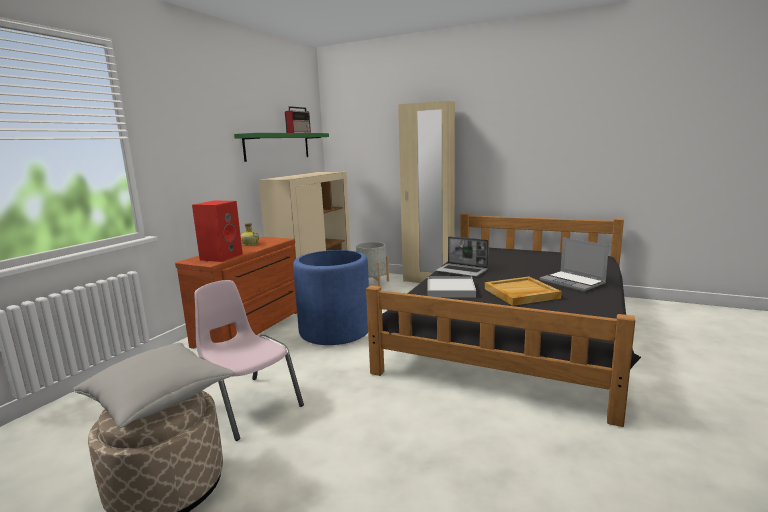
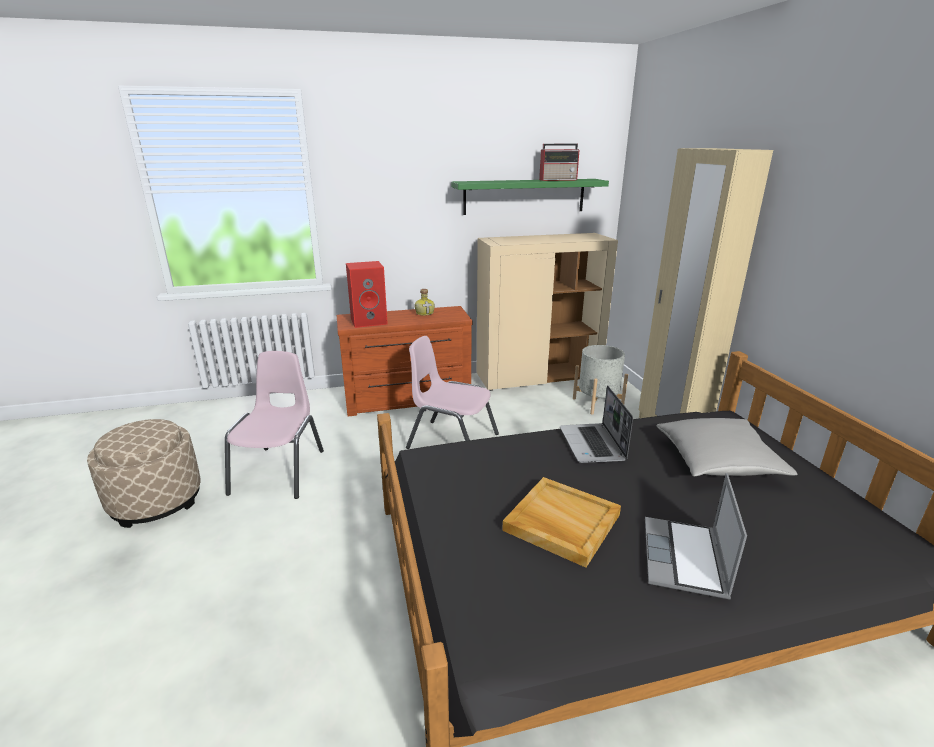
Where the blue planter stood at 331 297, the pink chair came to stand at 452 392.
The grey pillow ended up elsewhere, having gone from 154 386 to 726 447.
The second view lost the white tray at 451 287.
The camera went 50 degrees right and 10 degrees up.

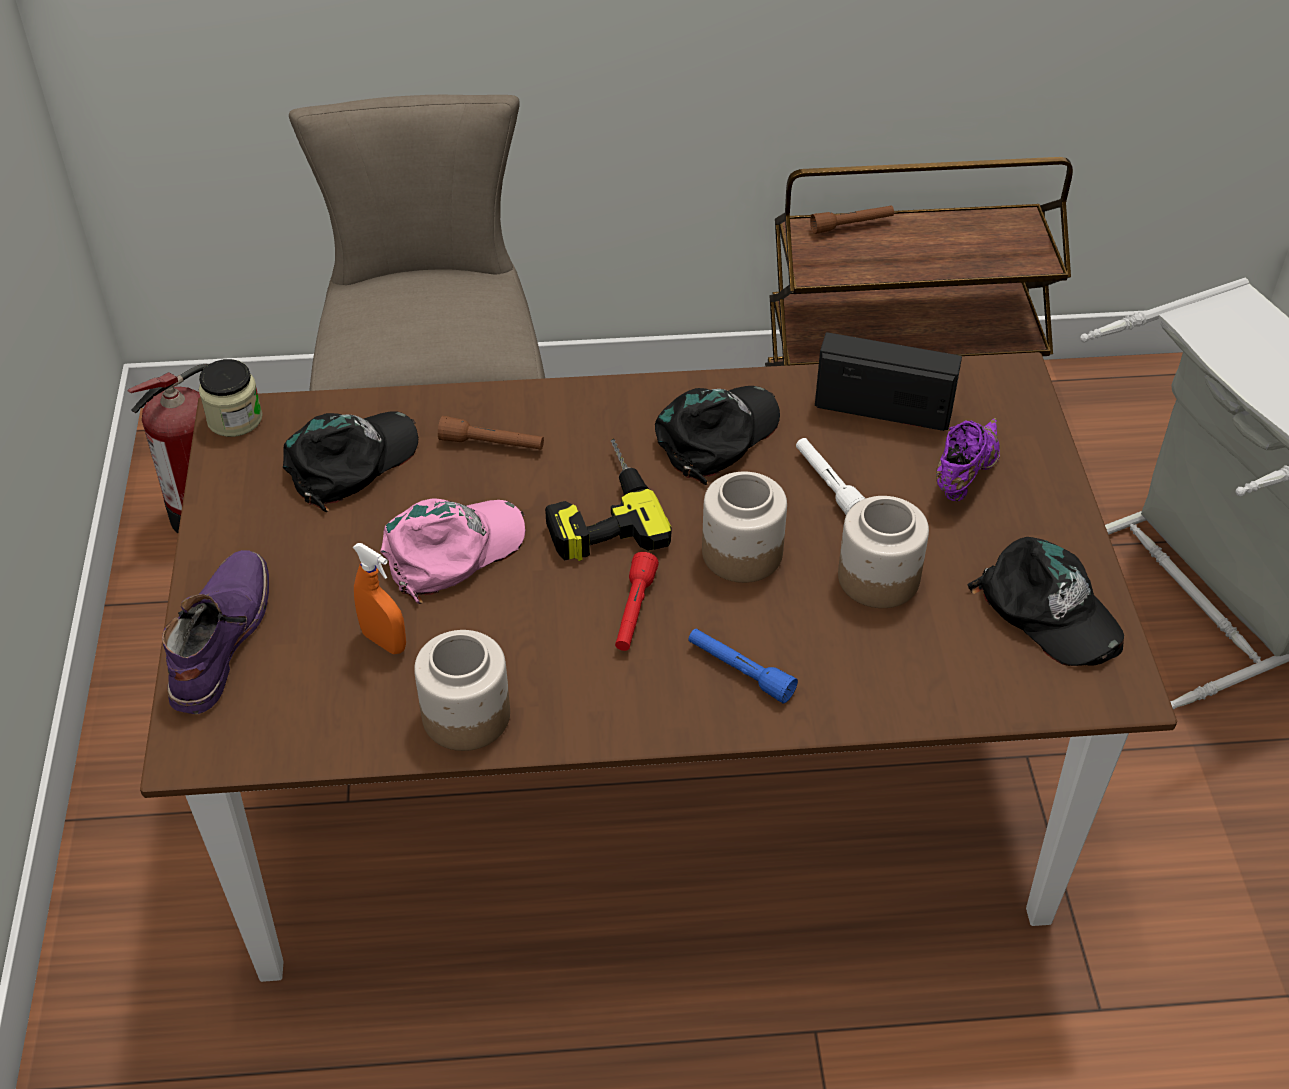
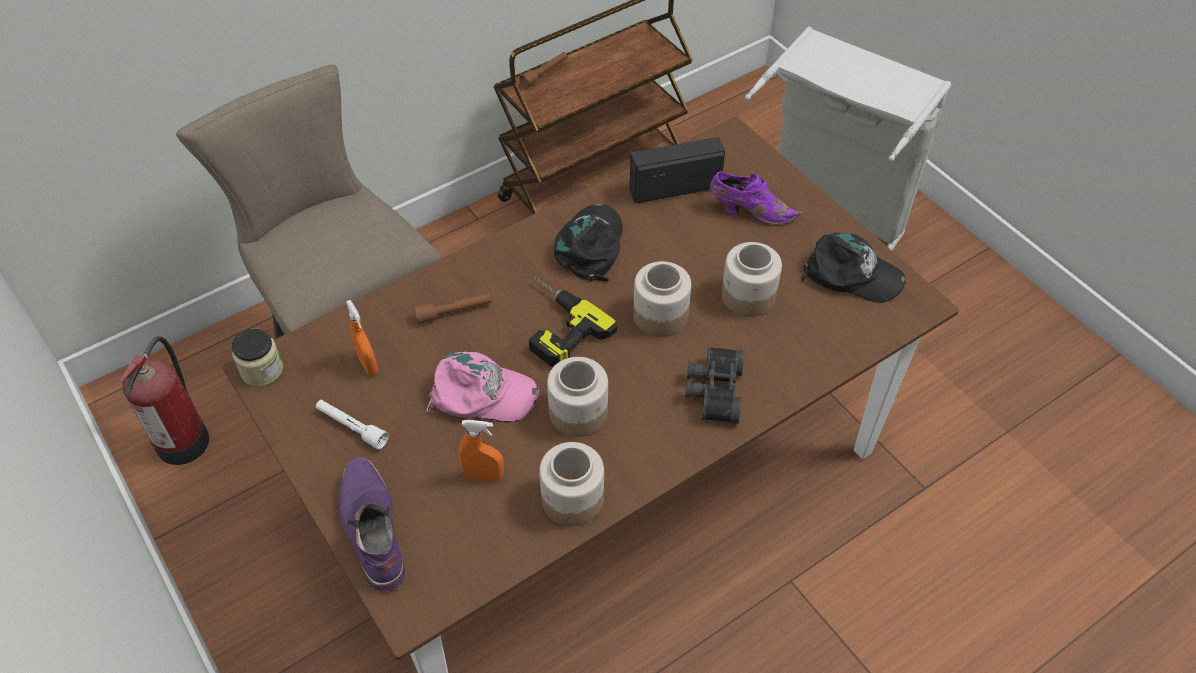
The white flashlight ended up elsewhere, having gone from 831 476 to 352 425.
Where the black cap stood at 351 461, the orange spray bottle came to stand at 362 338.
The pink cap at 453 551 ended up facing another way, 75 degrees clockwise from before.
The second view gained the jar at 577 397.
Where the blue flashlight stood at 743 665, the black binoculars came to stand at 714 385.
The purple shoe at 968 459 ended up facing another way, 105 degrees clockwise from before.
The second view lost the red flashlight at 637 601.
The camera went 30 degrees left and 5 degrees up.

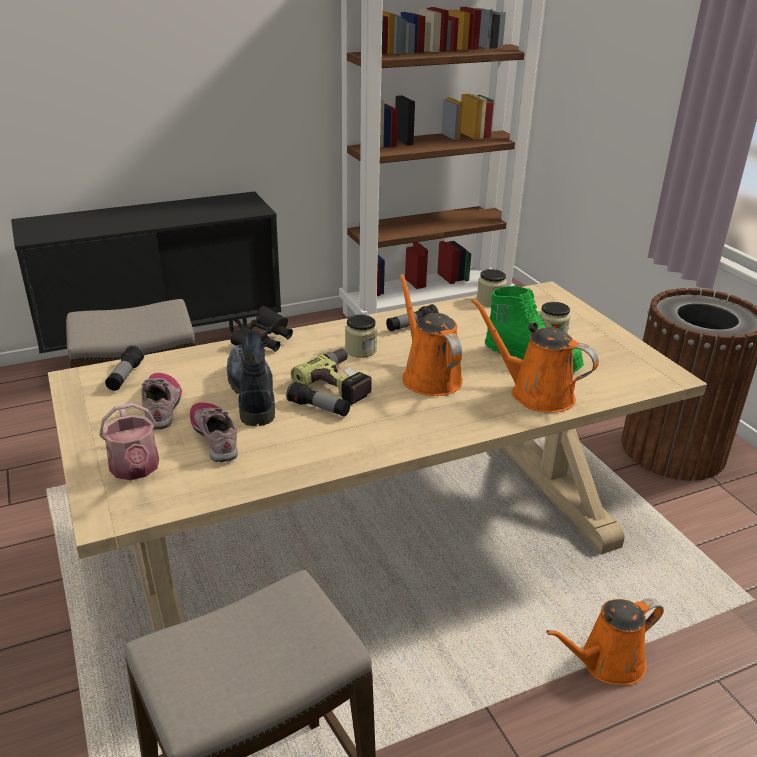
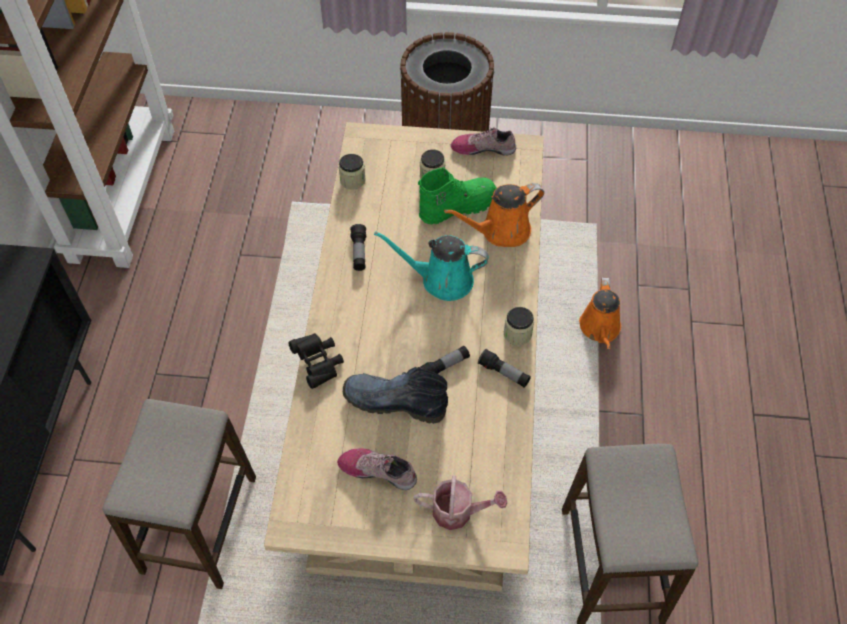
What was the orange watering can at 431 335 turned into the turquoise watering can at 431 266.
The shoe ended up elsewhere, having gone from 214 432 to 483 141.
The flashlight ended up elsewhere, having gone from 124 368 to 504 368.
The jar ended up elsewhere, having gone from 361 336 to 519 326.
The second view lost the power drill at 331 376.
The camera went 60 degrees left and 25 degrees up.

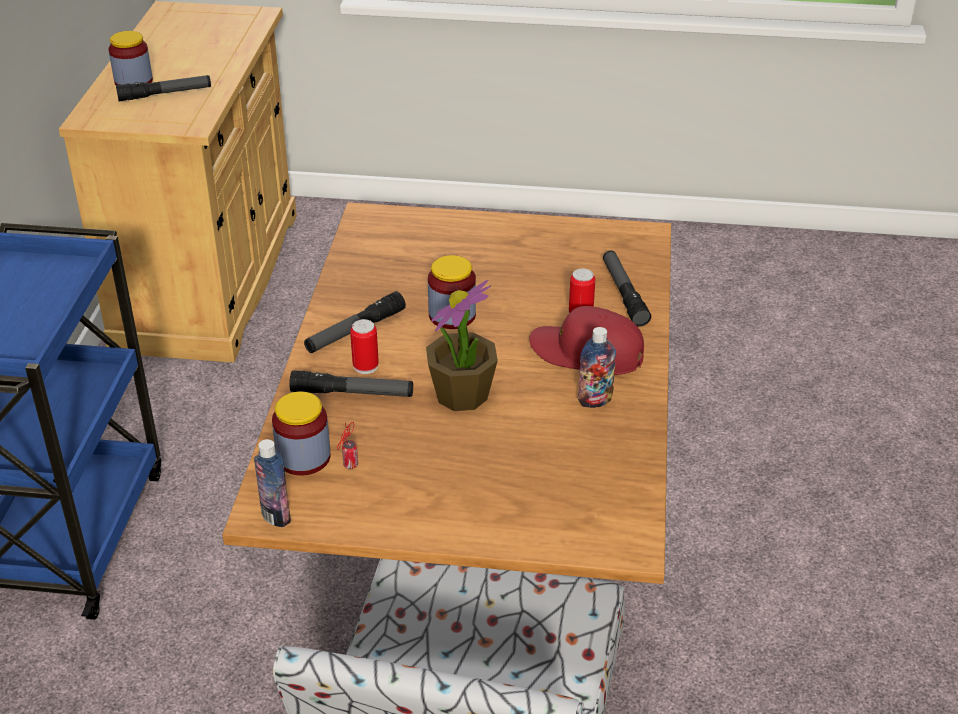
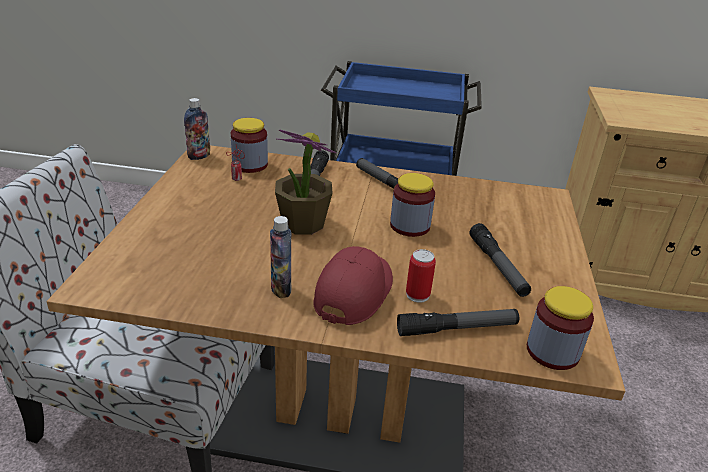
The flashlight ended up elsewhere, having gone from 163 88 to 500 260.
The jar ended up elsewhere, having gone from 130 58 to 560 328.
The second view lost the can at 364 346.
The camera went 90 degrees right and 5 degrees down.

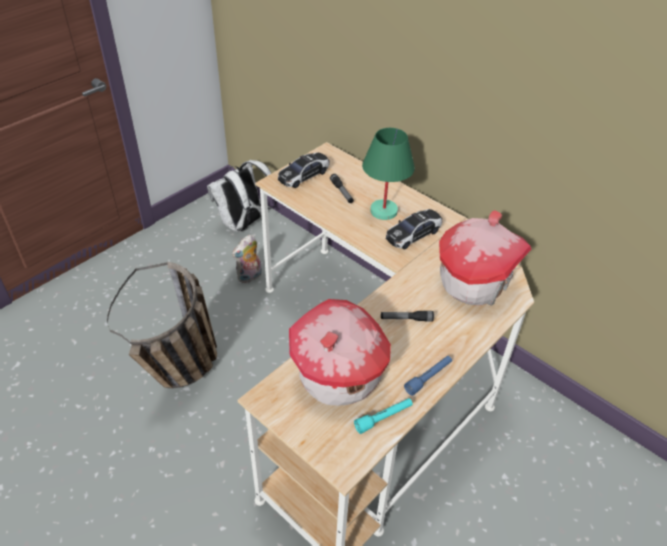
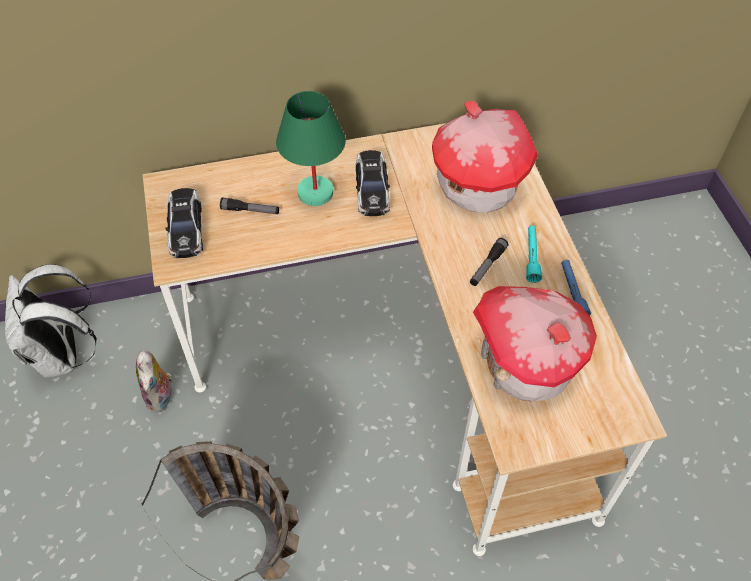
The turquoise flashlight ended up elsewhere, having gone from 383 416 to 534 254.
The camera went 55 degrees left and 10 degrees up.

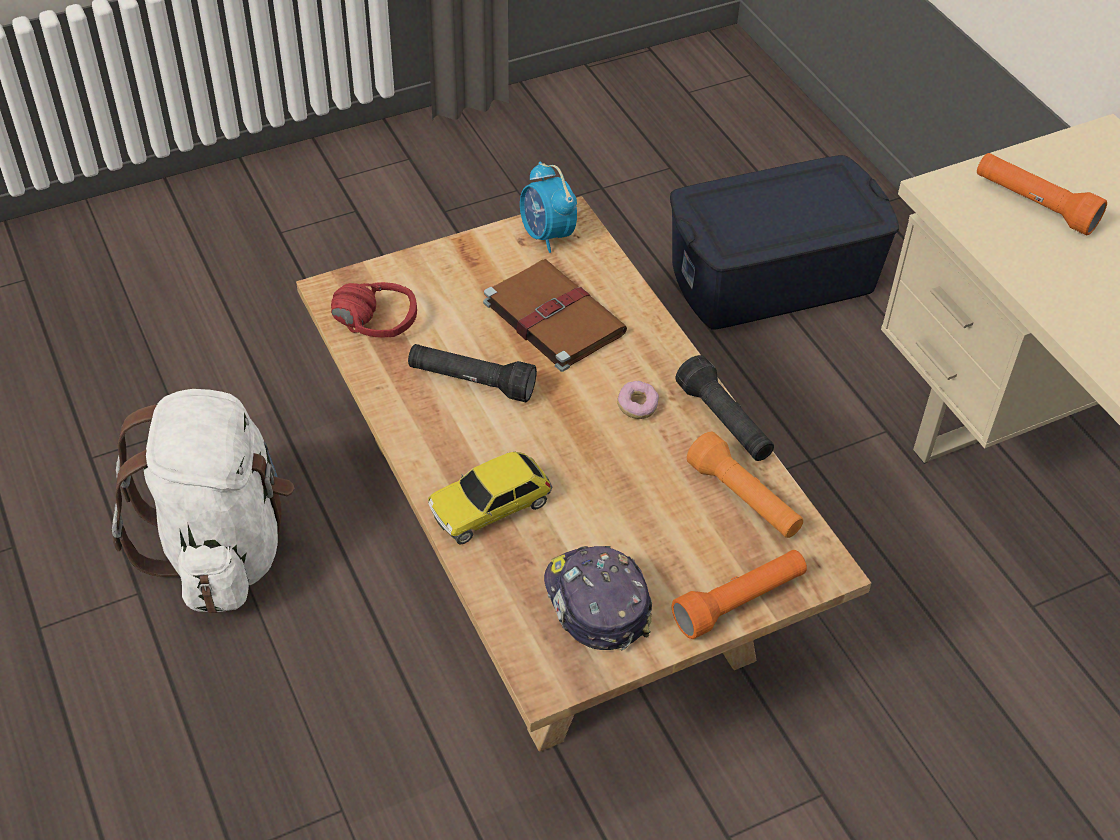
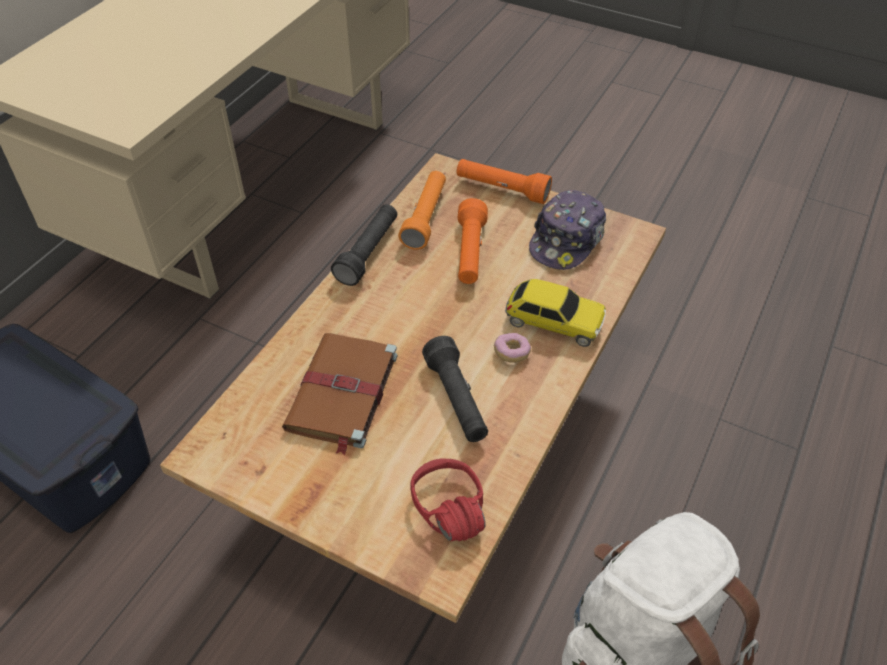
The orange flashlight ended up elsewhere, having gone from 1042 194 to 473 241.
The donut ended up elsewhere, having gone from 638 400 to 512 348.
The second view lost the alarm clock at 548 207.
The camera went 125 degrees left and 0 degrees up.

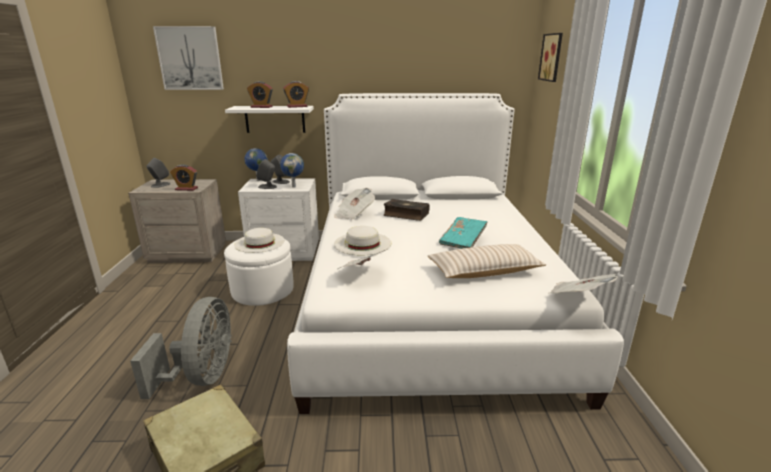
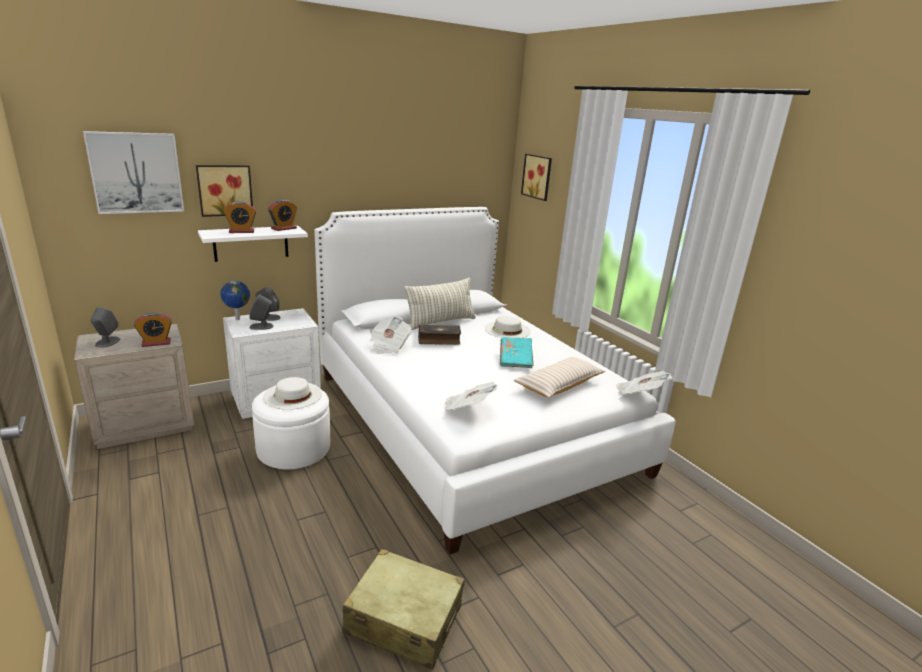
The second view gained the picture at 224 191.
The second view gained the pillow at 440 304.
The white hat ended up elsewhere, having gone from 362 241 to 507 327.
The second view lost the grey fan at 181 348.
The second view lost the globe at 292 170.
The camera went 30 degrees left and 0 degrees up.

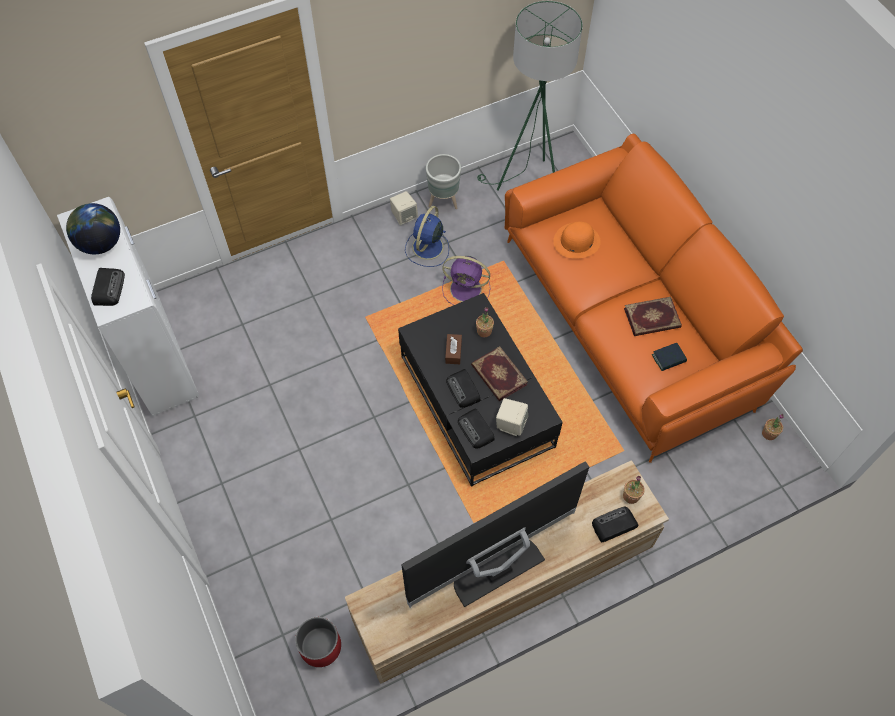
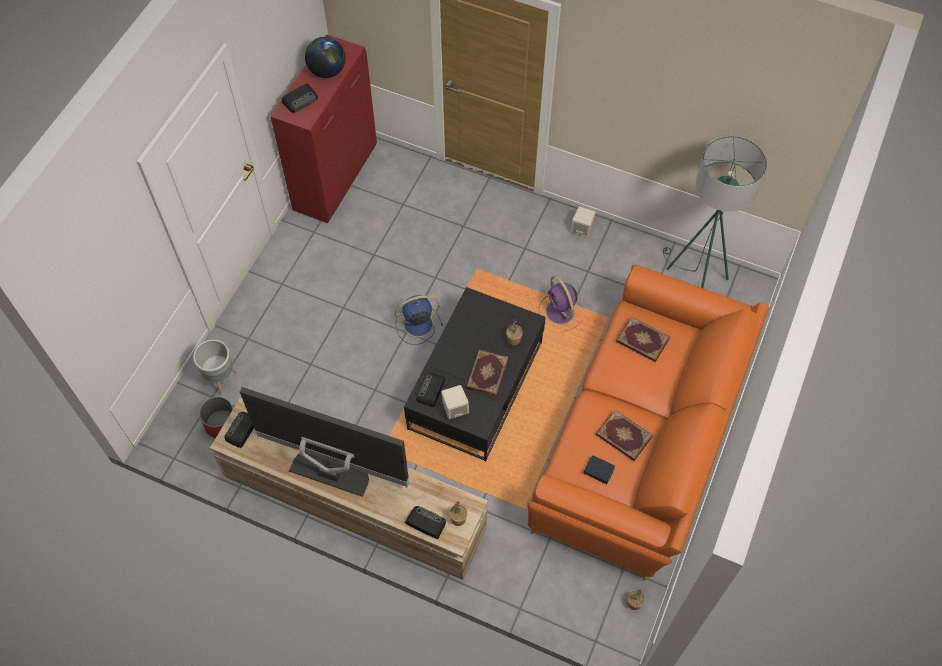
The grey planter ended up elsewhere, having gone from 443 181 to 215 367.
The radio ended up elsewhere, having gone from 463 388 to 239 430.
What was the white cabinet at 128 306 turned into the red cabinet at 323 128.
The blue fan ended up elsewhere, having gone from 427 236 to 419 320.
Where the orange hat stood at 577 240, the book came to stand at 643 339.
The second view lost the brown tissue box at 453 349.
The camera went 50 degrees right and 0 degrees up.

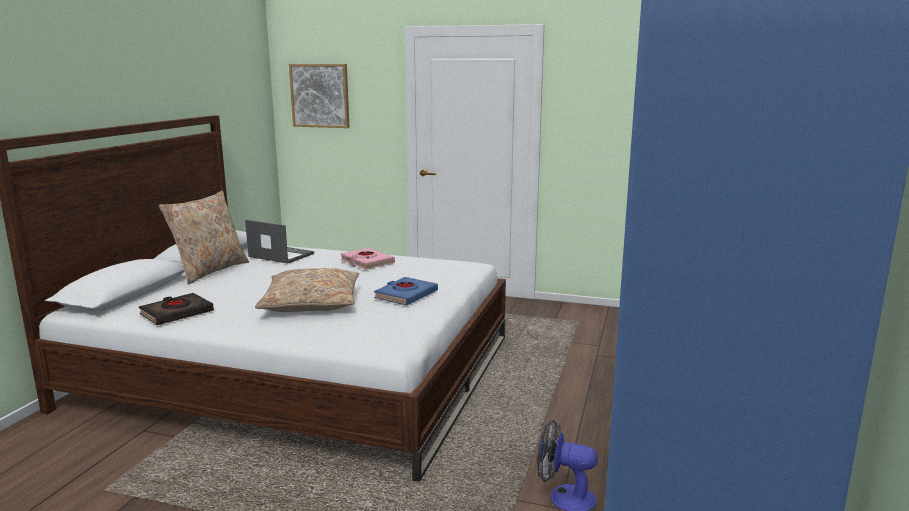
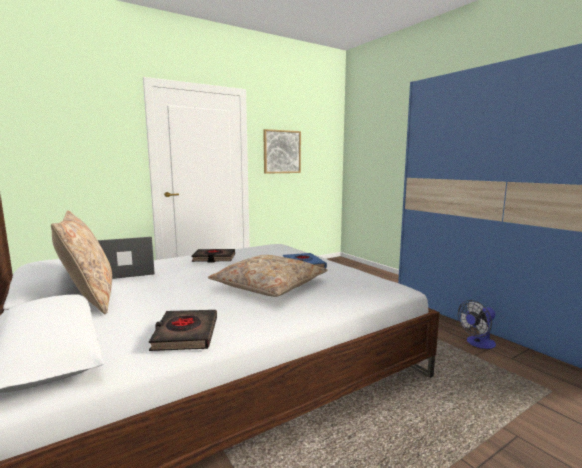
What was the pink book at 367 259 turned into the black book at 213 255.
The picture ended up elsewhere, having gone from 319 96 to 282 151.
The camera went 50 degrees left and 5 degrees down.

